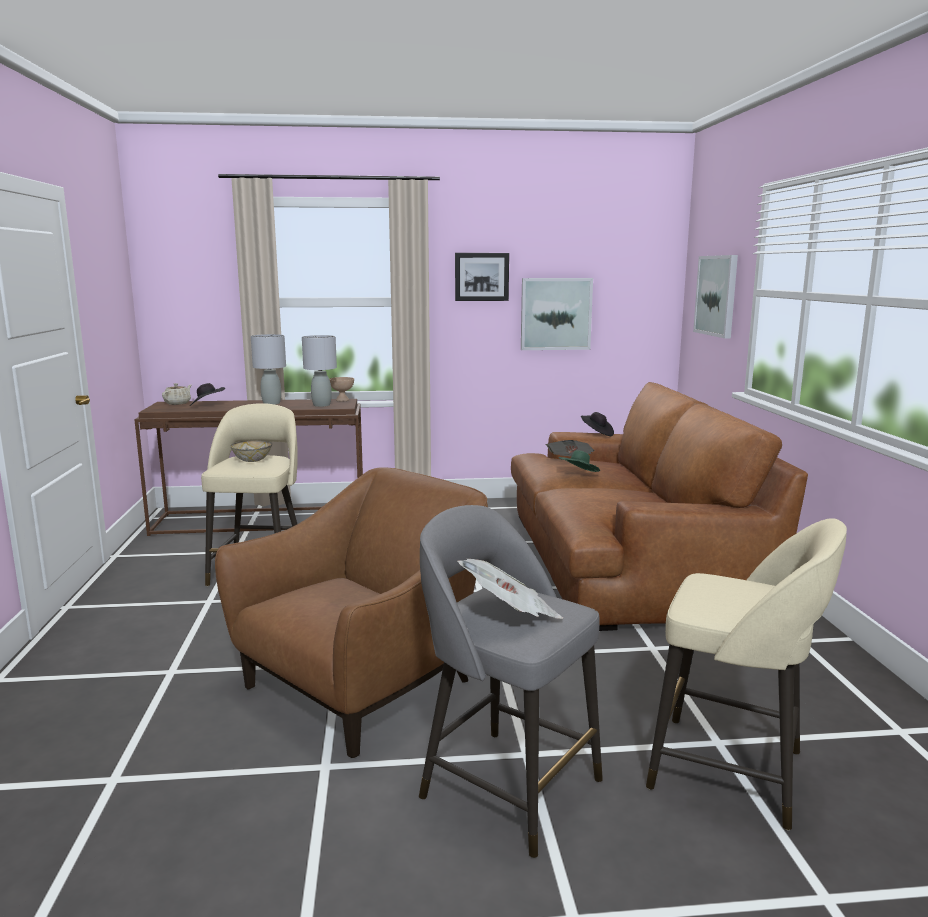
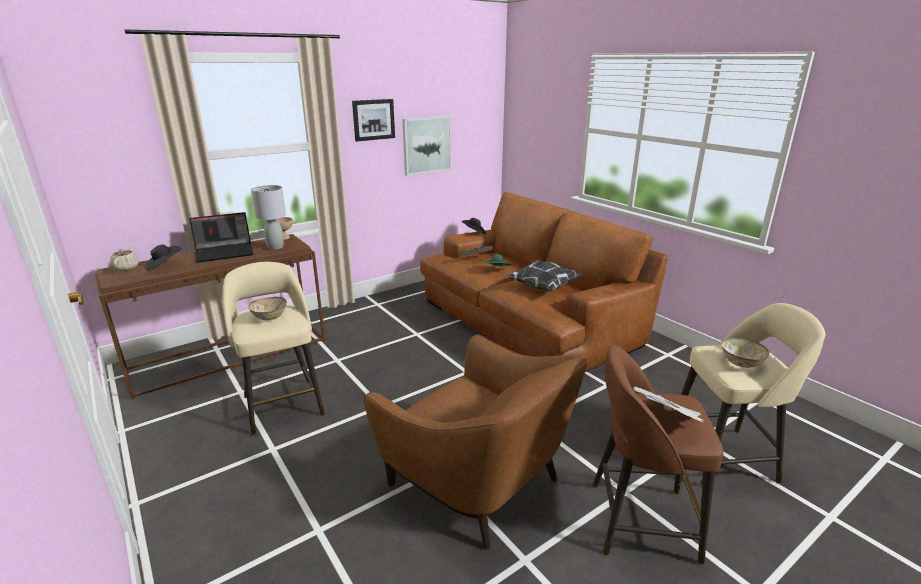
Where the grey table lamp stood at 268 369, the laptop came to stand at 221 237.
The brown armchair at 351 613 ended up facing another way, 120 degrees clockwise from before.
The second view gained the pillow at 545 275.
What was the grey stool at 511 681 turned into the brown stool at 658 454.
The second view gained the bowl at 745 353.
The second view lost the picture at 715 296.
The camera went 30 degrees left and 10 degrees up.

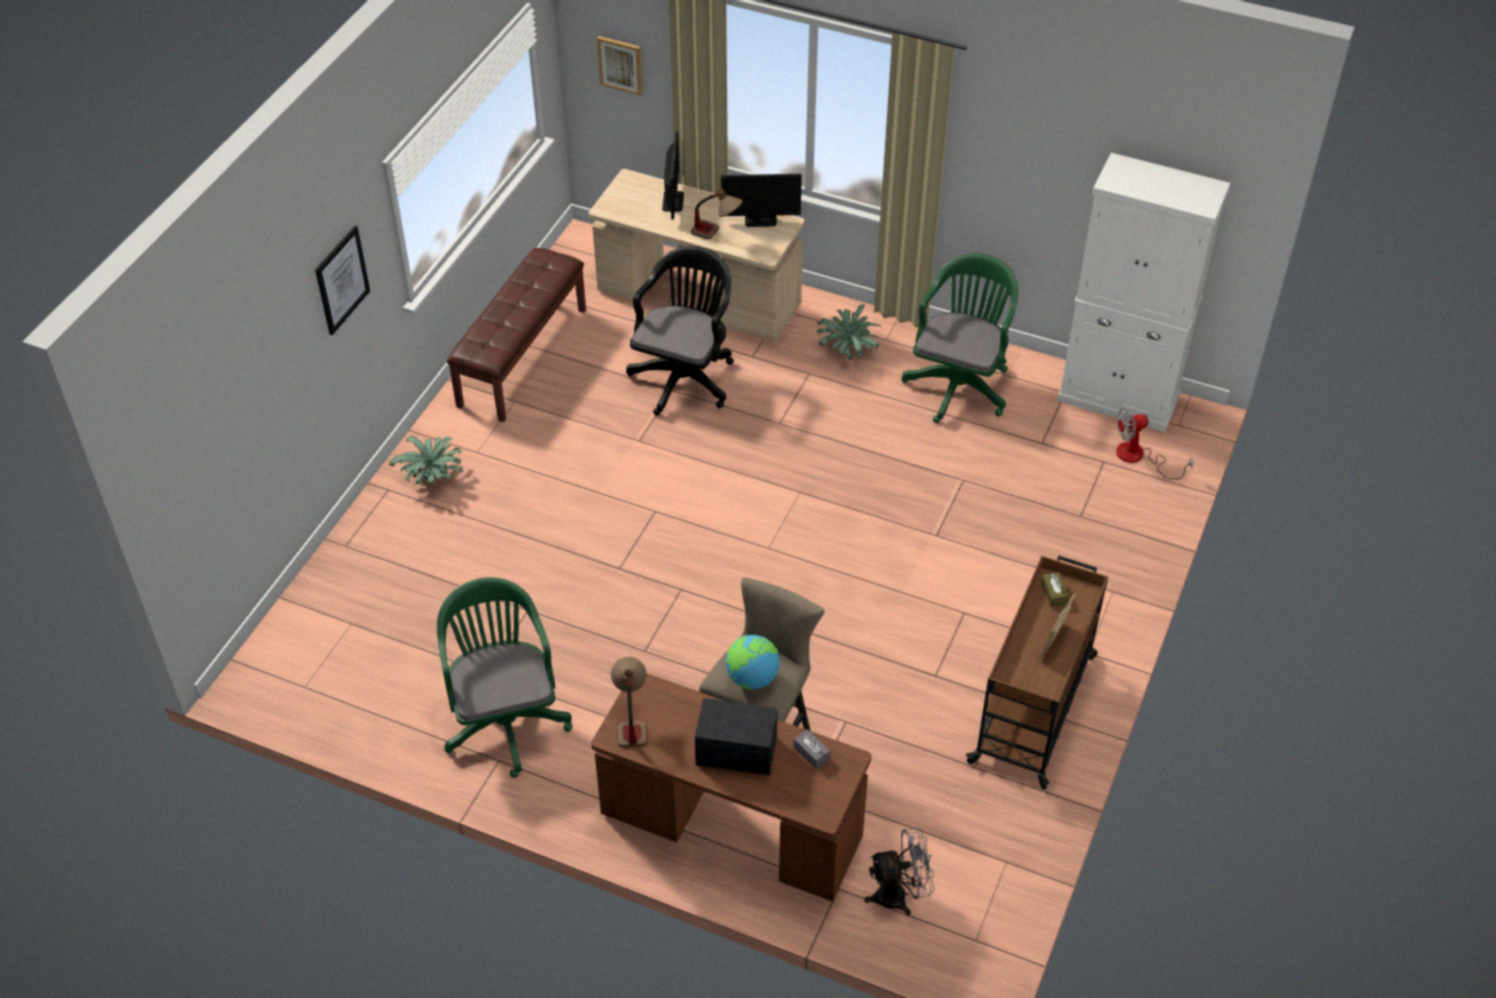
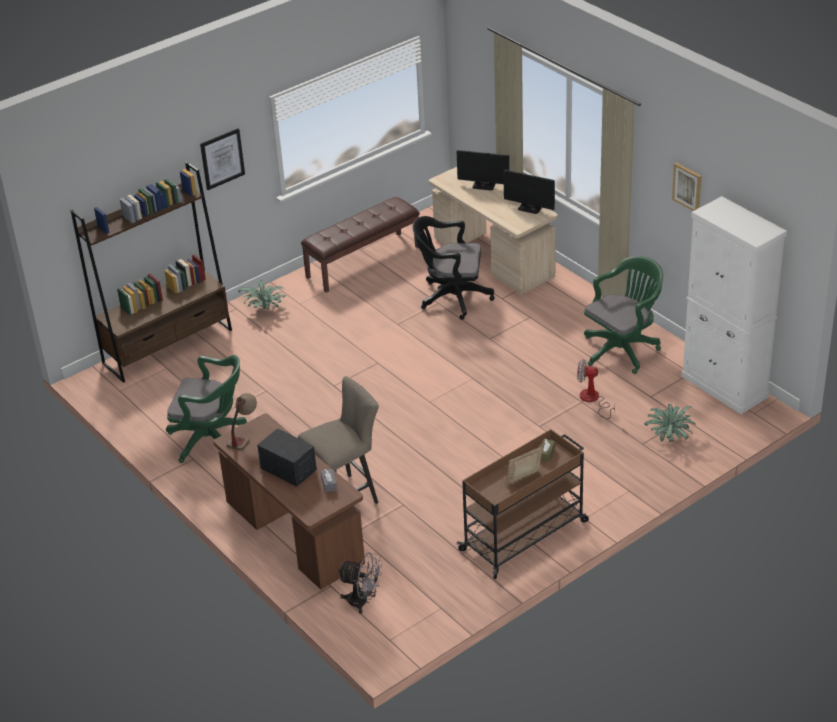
The second view gained the brown bookcase at 151 272.
The green office chair at 504 677 ended up facing another way, 90 degrees clockwise from before.
The black office chair at 679 331 ended up facing another way, 135 degrees counterclockwise from before.
The monitor at 673 175 ended up facing another way, 75 degrees clockwise from before.
The fan ended up elsewhere, having gone from 1155 443 to 596 389.
The potted plant ended up elsewhere, having gone from 849 332 to 670 423.
The picture ended up elsewhere, having gone from 620 66 to 687 187.
The second view lost the table lamp at 717 214.
The second view lost the globe at 753 662.
The camera went 30 degrees right and 10 degrees down.

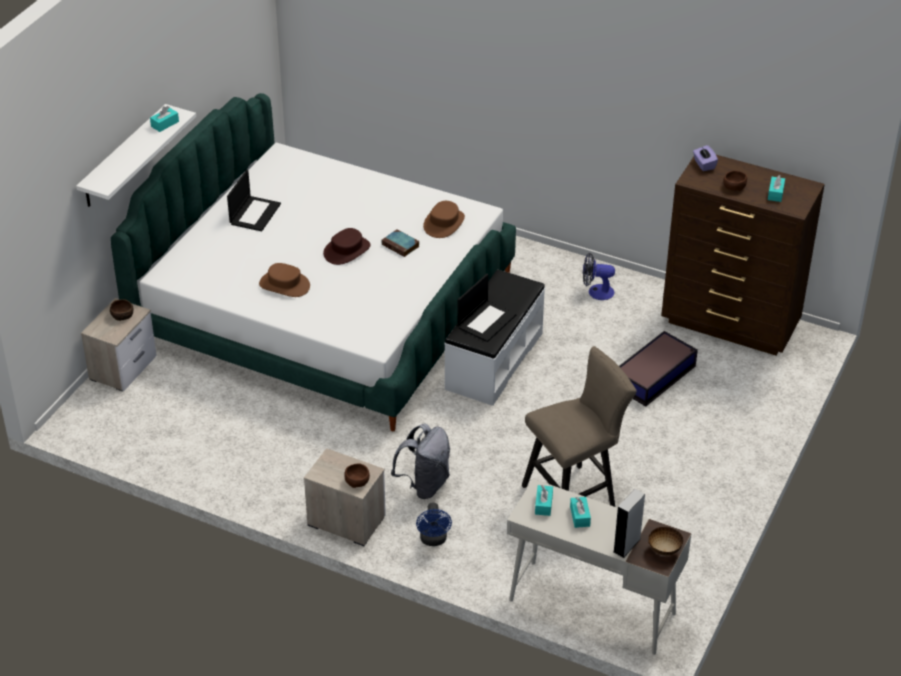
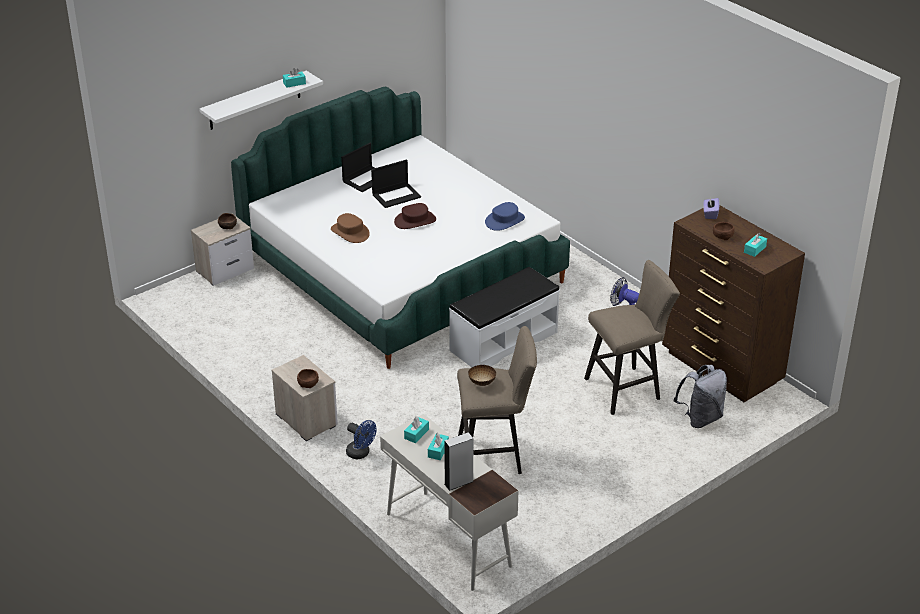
The blue fan at 434 524 ended up facing another way, 75 degrees counterclockwise from before.
The laptop ended up elsewhere, having gone from 487 308 to 396 183.
The bowl ended up elsewhere, having gone from 665 541 to 482 375.
What was the brown hat at 444 219 turned into the blue hat at 505 216.
Where the storage box stood at 658 368, the beige stool came to stand at 632 337.
The grey backpack ended up elsewhere, having gone from 420 461 to 700 396.
The second view lost the book at 400 243.
The camera went 25 degrees right and 5 degrees down.

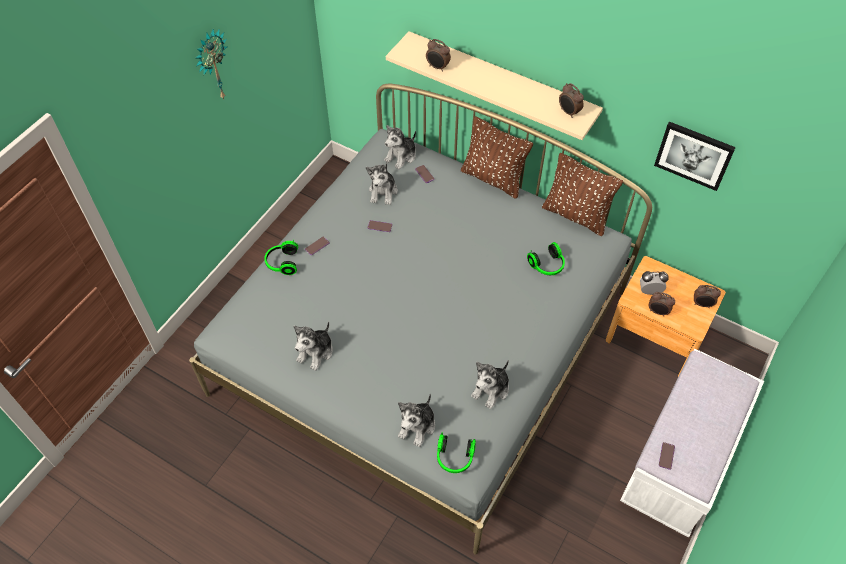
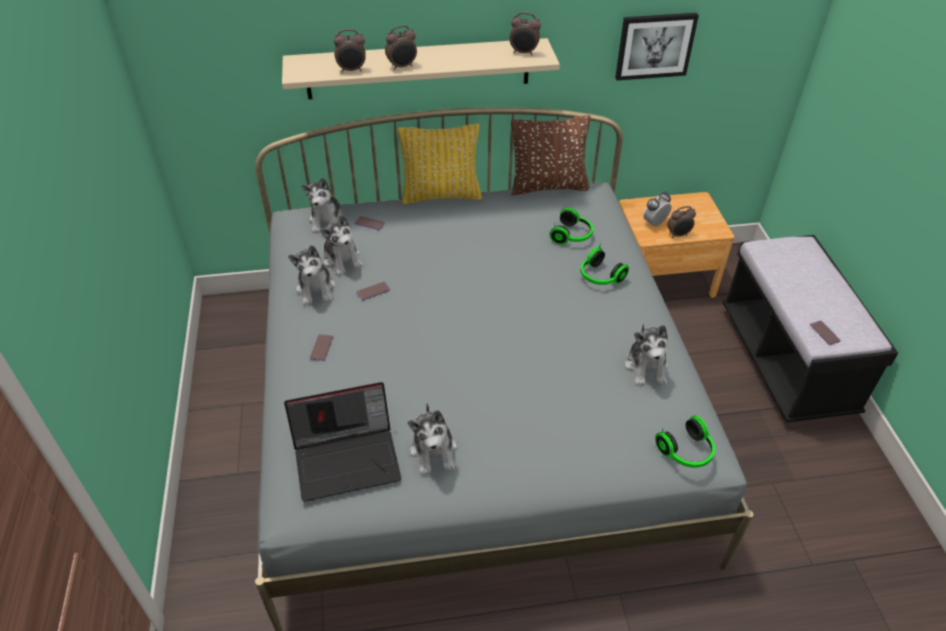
The second view gained the laptop at 342 441.
The plush toy ended up elsewhere, having gone from 416 420 to 312 275.
The alarm clock ended up elsewhere, having gone from 707 296 to 401 47.
What was the brown pillow at 497 157 turned into the yellow pillow at 440 164.
The headphones ended up elsewhere, having gone from 281 257 to 605 264.
What was the white bench at 692 443 turned into the black bench at 810 329.
The second view lost the wall clock at 211 64.
The camera went 40 degrees left and 10 degrees down.

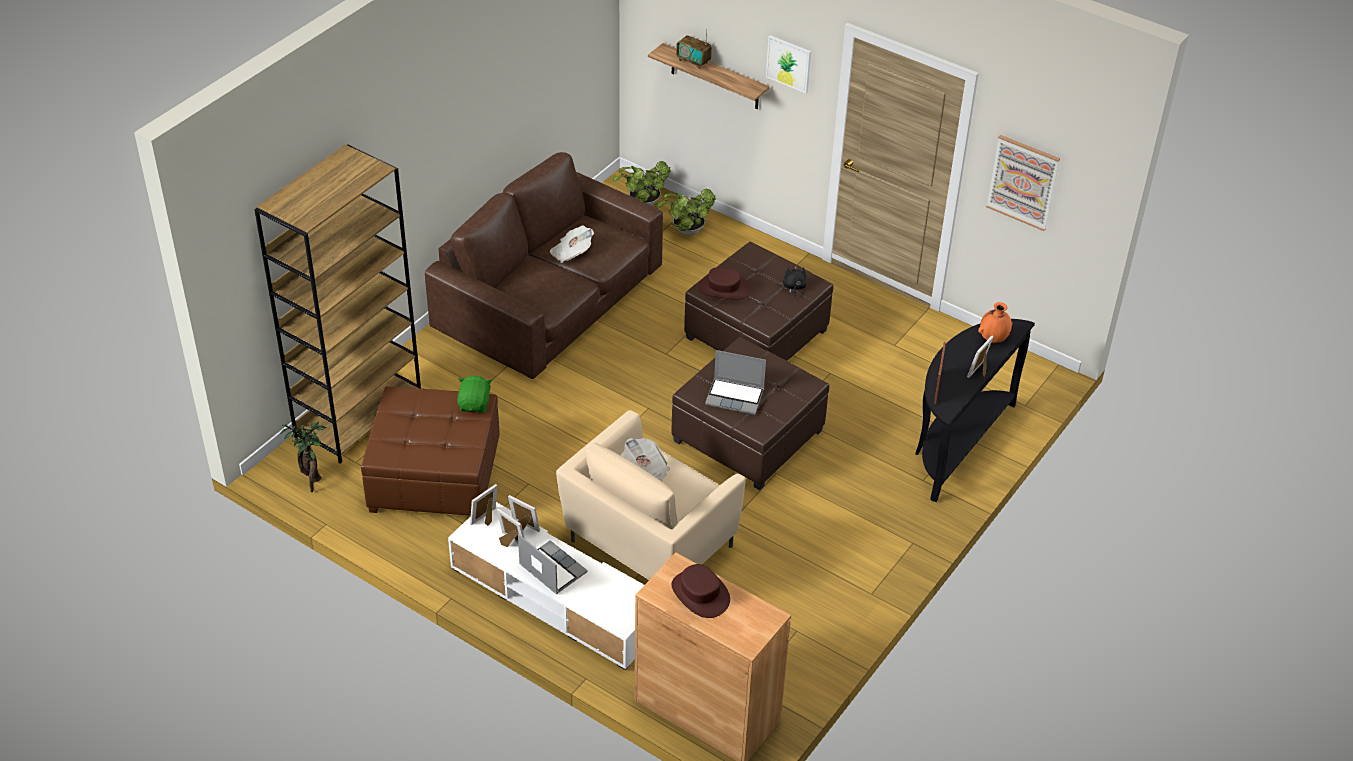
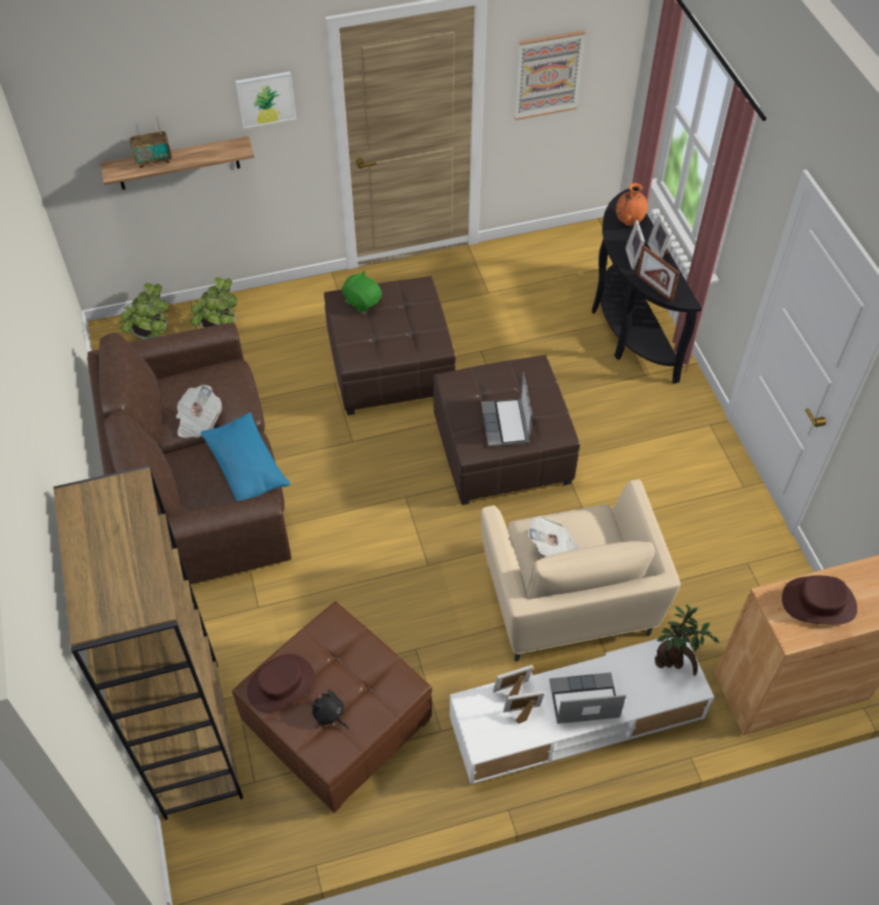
The second view gained the blue pillow at 246 456.
The brown hat ended up elsewhere, having gone from 724 283 to 281 683.
The black plush toy ended up elsewhere, having gone from 795 281 to 330 710.
The green plush toy ended up elsewhere, having gone from 474 394 to 361 292.
The laptop at 735 382 ended up facing another way, 120 degrees clockwise from before.
The picture frame ended up elsewhere, having gone from 483 505 to 635 245.
The potted plant ended up elsewhere, having gone from 302 457 to 687 640.
The camera went 50 degrees left and 10 degrees up.

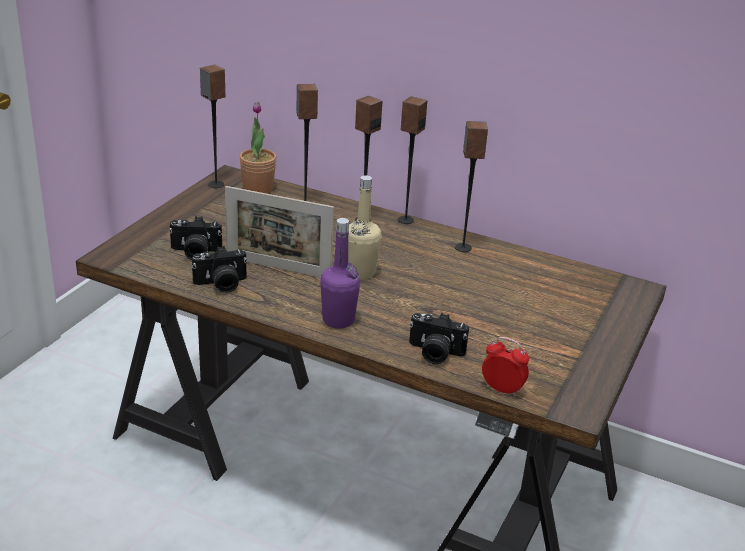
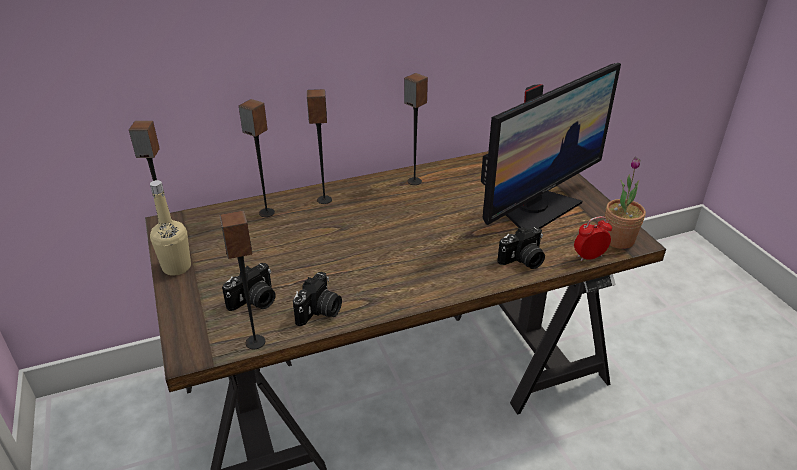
The beige bottle ended up elsewhere, having gone from 365 227 to 170 228.
The speaker ended up elsewhere, having gone from 412 160 to 242 280.
The second view gained the monitor at 551 146.
The potted plant ended up elsewhere, having gone from 257 148 to 625 203.
The second view lost the picture frame at 279 231.
The second view lost the purple bottle at 340 273.
The camera went 45 degrees left and 5 degrees up.

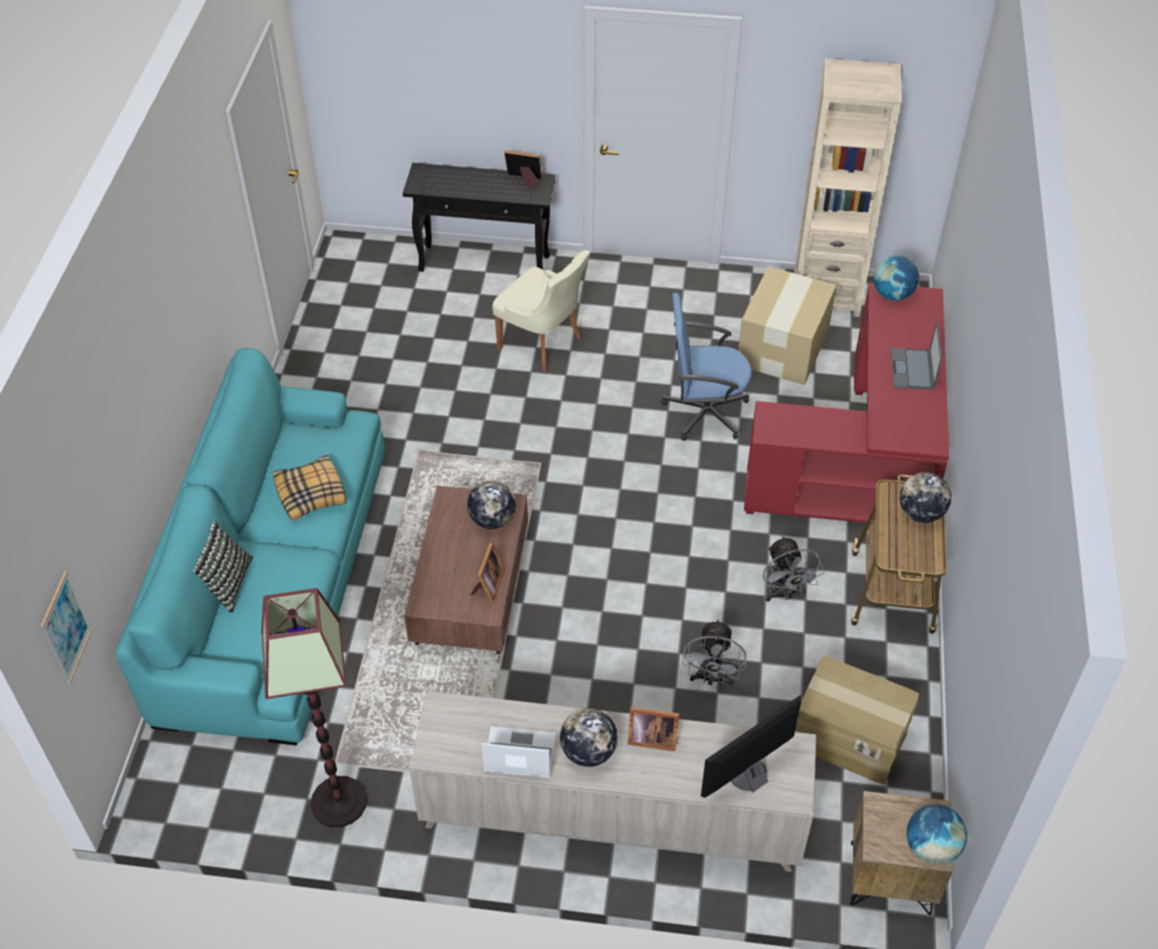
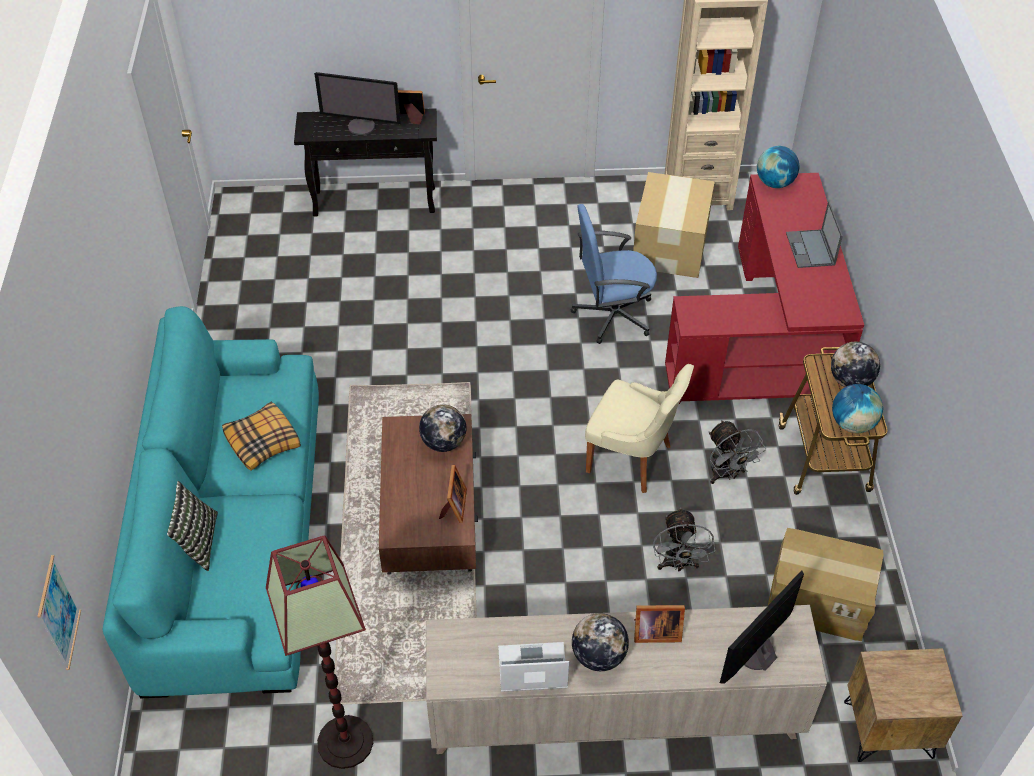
The second view gained the monitor at 357 103.
The beige chair ended up elsewhere, having gone from 541 311 to 639 428.
The globe ended up elsewhere, having gone from 937 834 to 857 408.
The camera went 10 degrees left and 0 degrees up.

